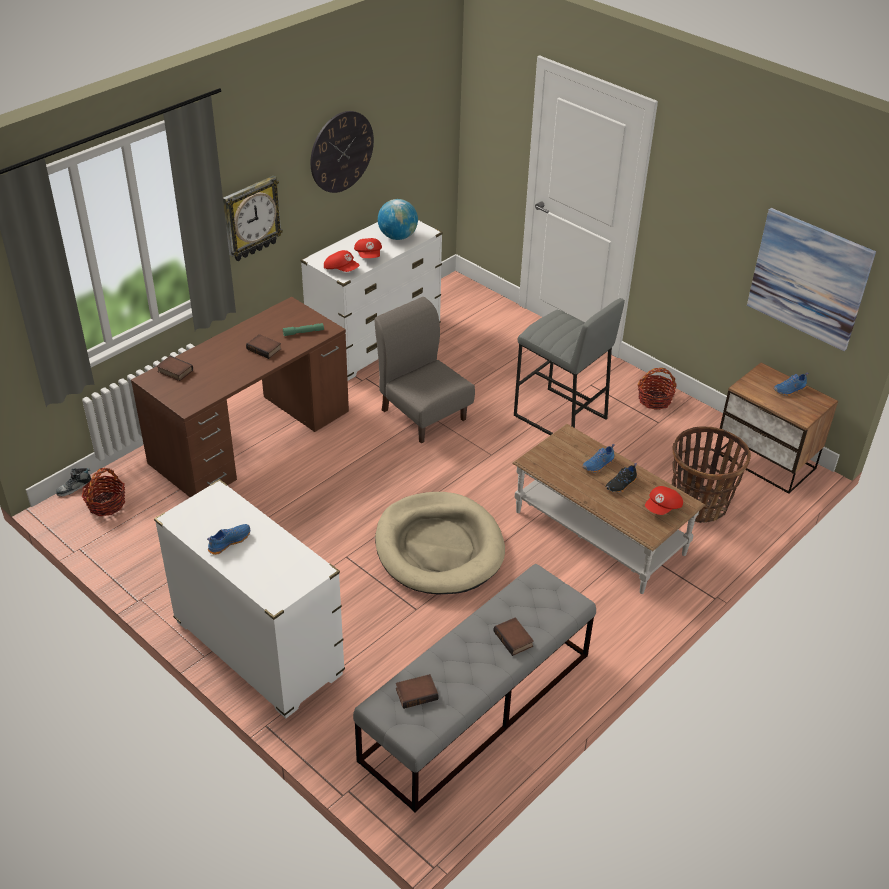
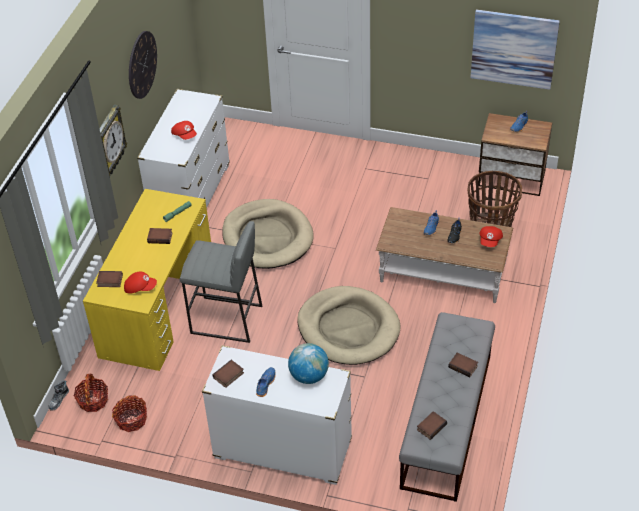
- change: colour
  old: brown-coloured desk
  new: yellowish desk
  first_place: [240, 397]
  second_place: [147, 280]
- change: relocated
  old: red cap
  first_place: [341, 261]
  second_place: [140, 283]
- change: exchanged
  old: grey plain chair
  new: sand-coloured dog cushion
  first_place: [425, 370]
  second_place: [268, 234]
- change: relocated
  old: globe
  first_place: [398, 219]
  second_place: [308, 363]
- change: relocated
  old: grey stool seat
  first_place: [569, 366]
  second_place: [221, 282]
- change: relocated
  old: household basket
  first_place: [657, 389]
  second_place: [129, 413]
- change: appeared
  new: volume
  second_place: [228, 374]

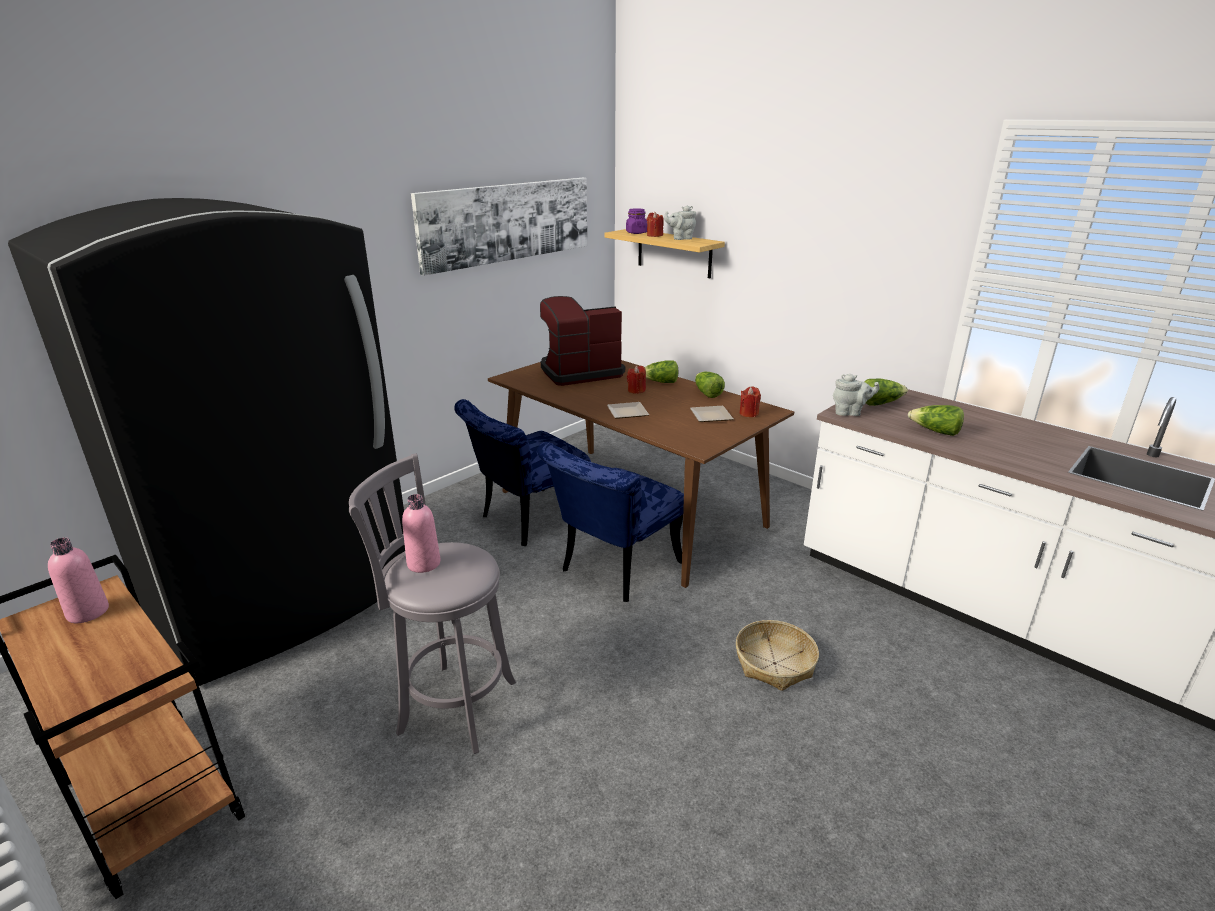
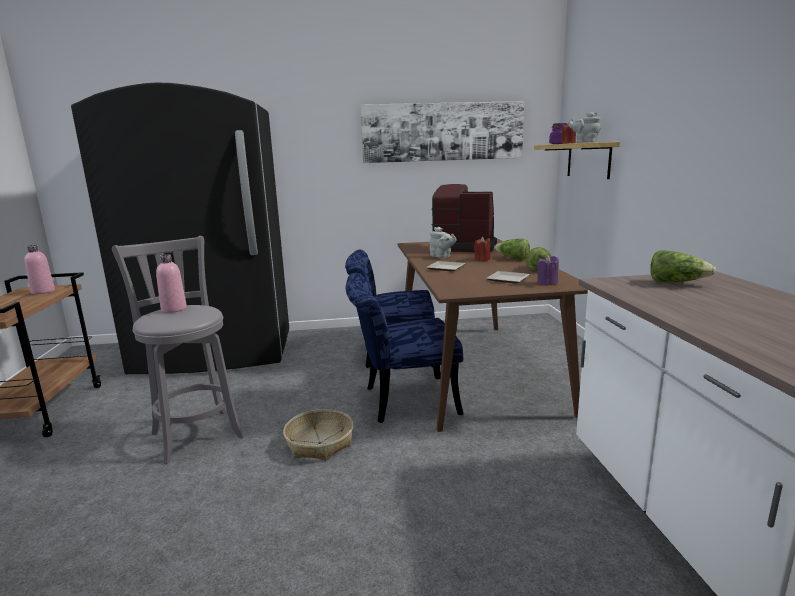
- change: relocated
  old: household basket
  first_place: [777, 655]
  second_place: [318, 435]
- change: colour
  old: red wax light
  new: purple wax light
  first_place: [750, 402]
  second_place: [547, 270]
- change: relocated
  old: grey pot for tea
  first_place: [856, 395]
  second_place: [442, 242]
- change: missing
  old: lettuce head
  first_place: [936, 420]

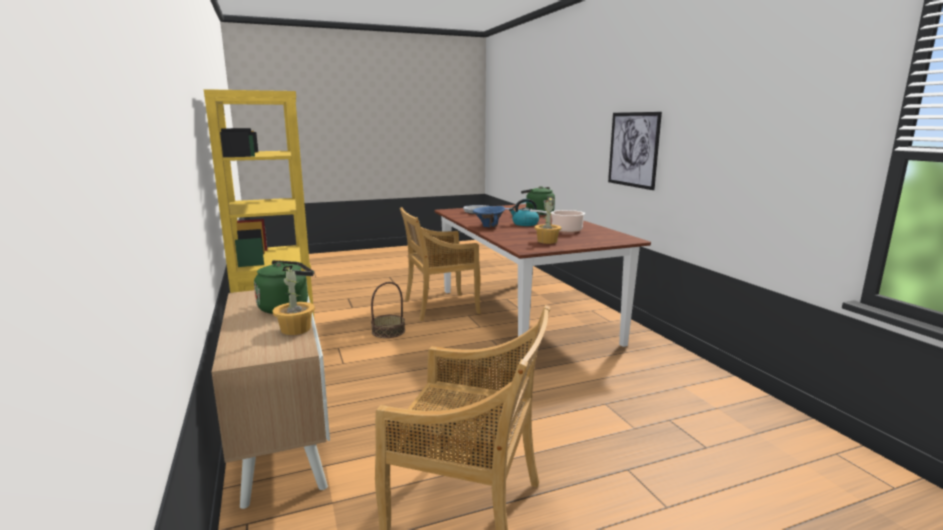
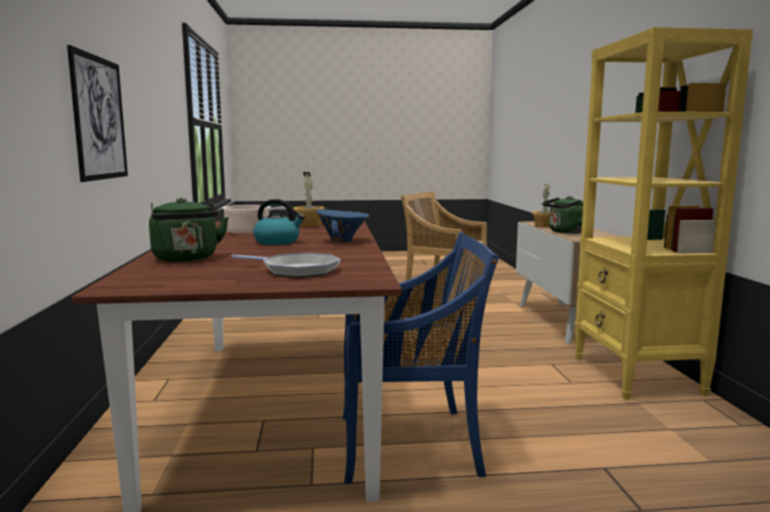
- change: missing
  old: household basket
  first_place: [388, 310]
- change: colour
  old: sand-coloured plain chair
  new: blue-coloured plain chair
  first_place: [440, 264]
  second_place: [421, 358]

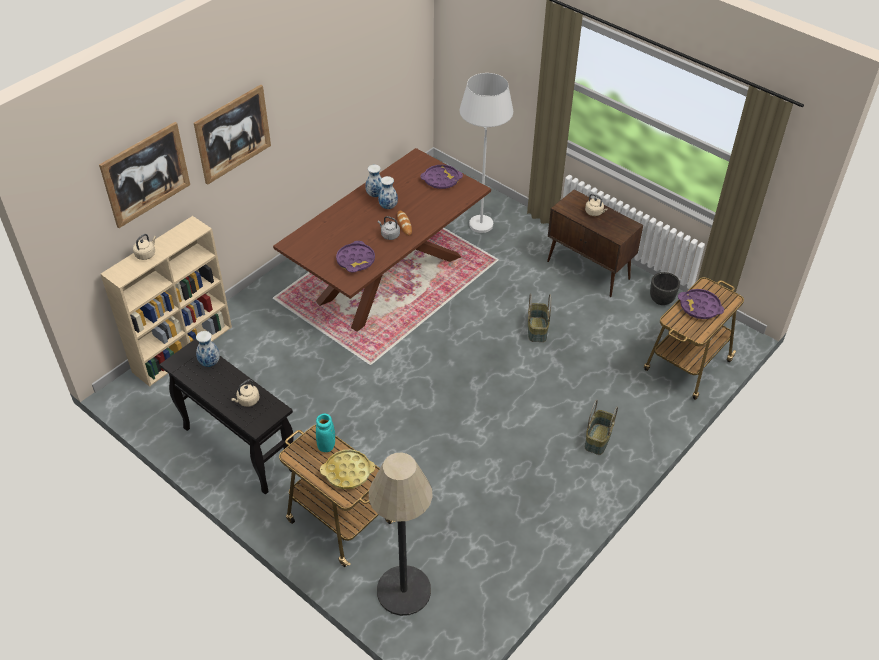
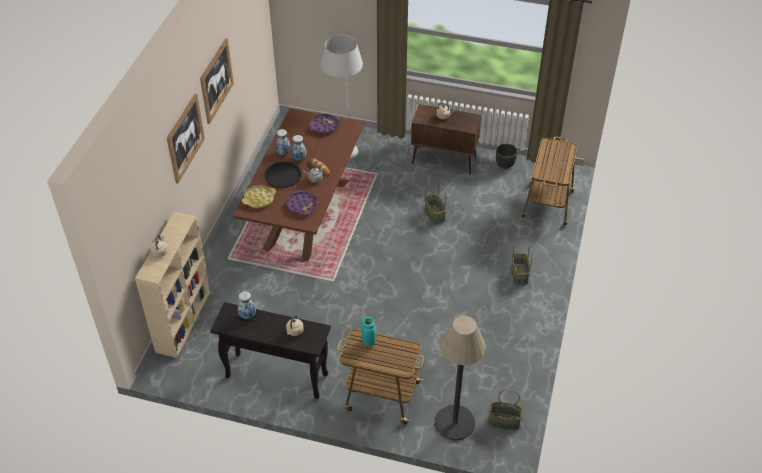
- change: relocated
  old: wall art
  first_place: [144, 175]
  second_place: [217, 81]
- change: relocated
  old: yellowish carrying tray
  first_place: [347, 469]
  second_place: [259, 196]
- change: missing
  old: purple carrying tray
  first_place: [701, 304]
- change: appeared
  new: blackish carrying tray
  second_place: [283, 175]
- change: appeared
  new: household basket
  second_place: [505, 410]

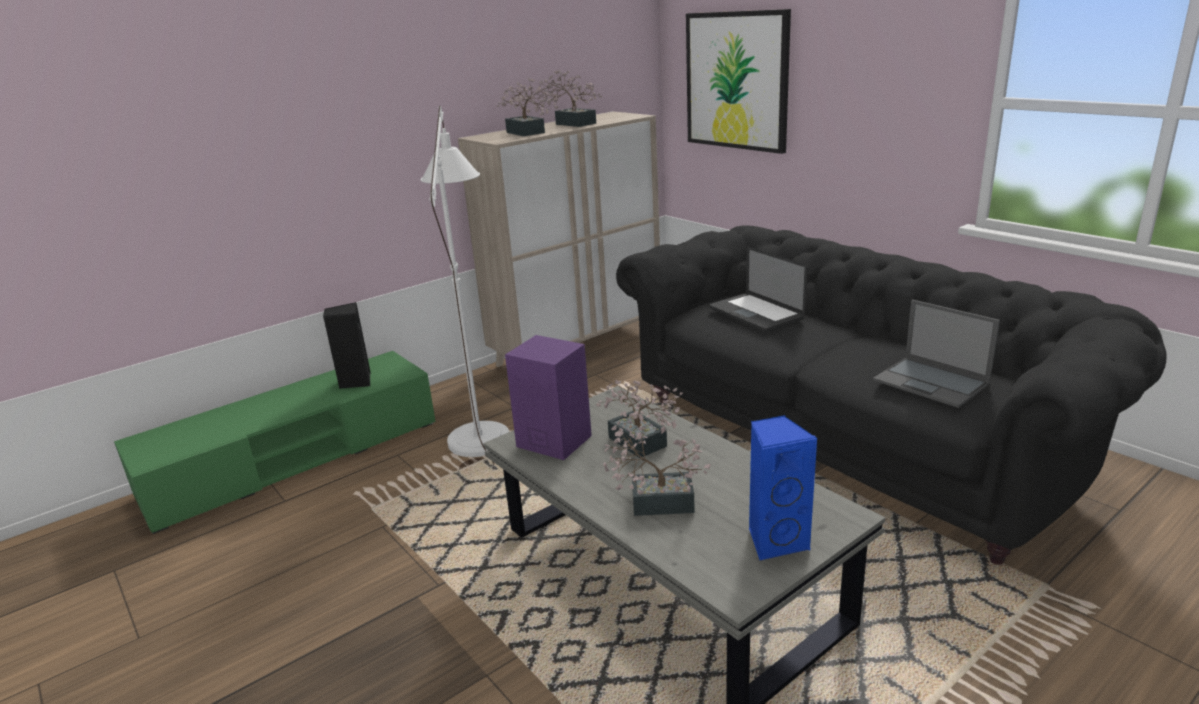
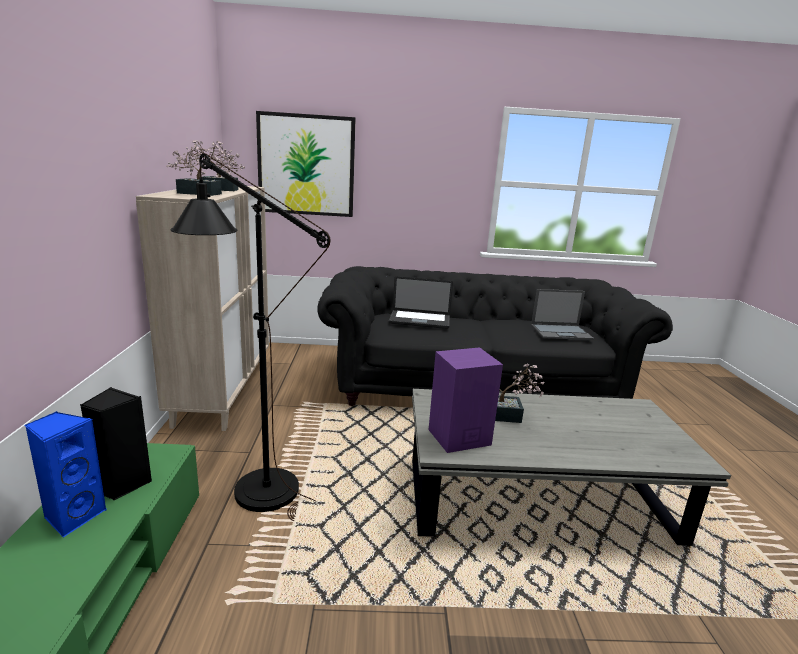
- change: colour
  old: white-coloured floor lamp
  new: blackish floor lamp
  first_place: [464, 288]
  second_place: [250, 337]
- change: missing
  old: plant in a pot
  first_place: [657, 468]
- change: relocated
  old: blue-coloured loudspeaker
  first_place: [783, 488]
  second_place: [65, 474]

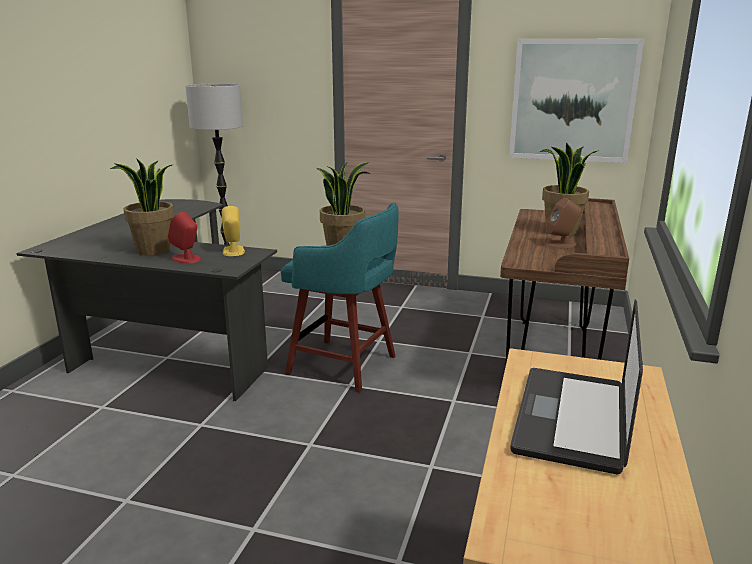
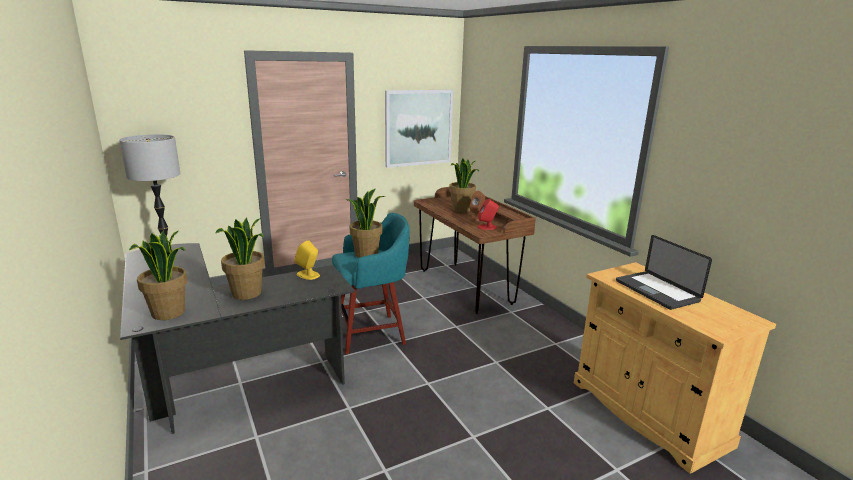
- change: relocated
  old: red loudspeaker
  first_place: [184, 238]
  second_place: [488, 214]
- change: appeared
  new: plant in a pot
  second_place: [158, 275]

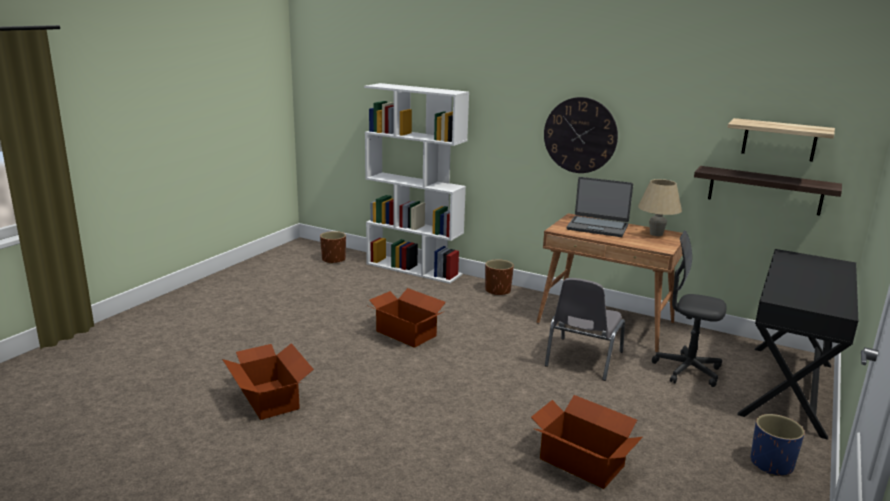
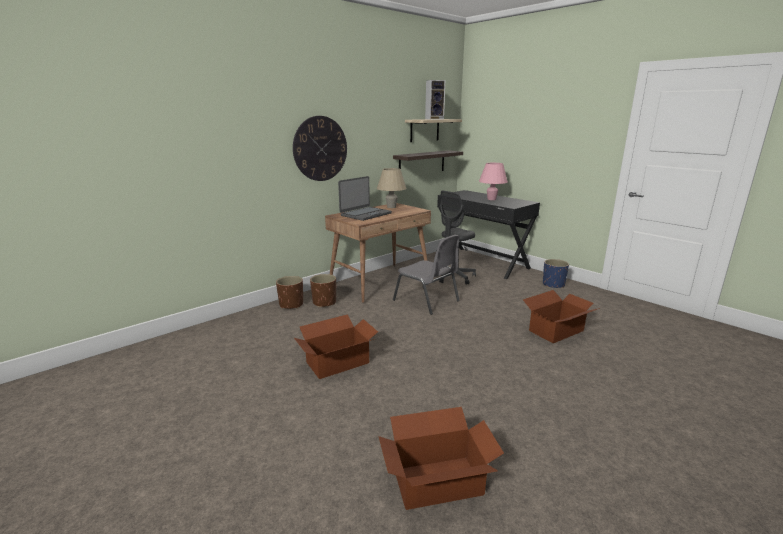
- change: relocated
  old: brown-coloured plant pot
  first_place: [333, 247]
  second_place: [323, 290]
- change: missing
  old: white-coloured bookshelf
  first_place: [416, 183]
- change: appeared
  new: loudspeaker
  second_place: [435, 99]
- change: appeared
  new: pink tabletop lamp
  second_place: [493, 181]

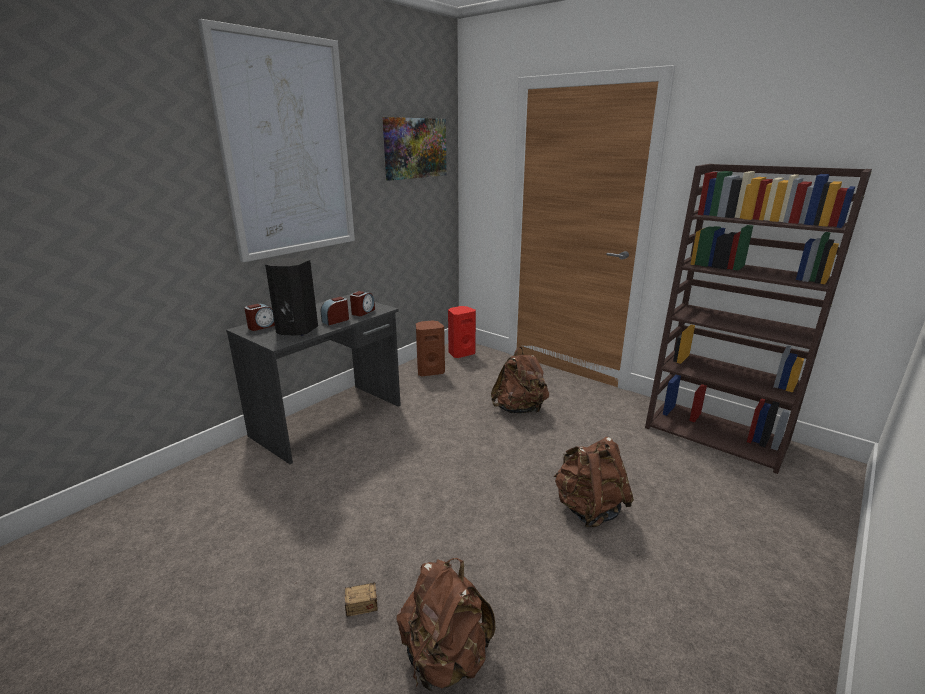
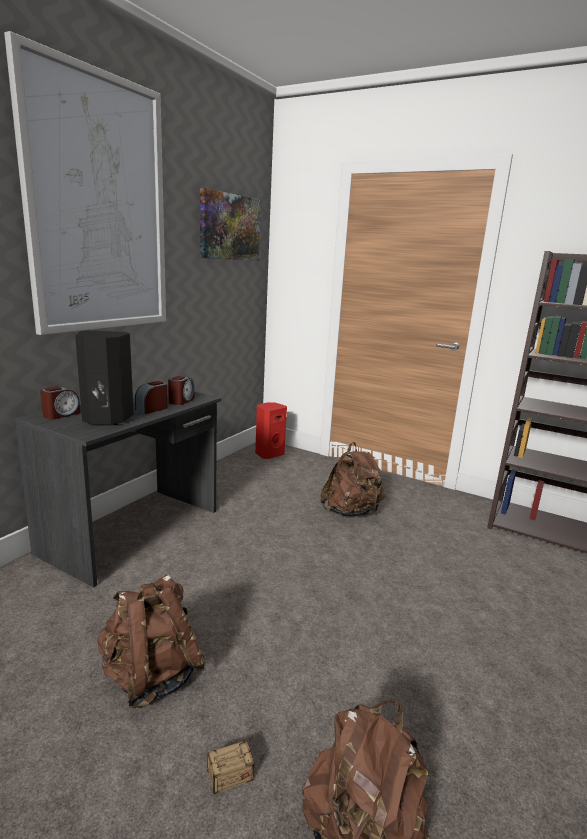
- change: missing
  old: brown-coloured loudspeaker
  first_place: [430, 348]
- change: relocated
  old: brown-coloured knapsack
  first_place: [594, 482]
  second_place: [152, 642]

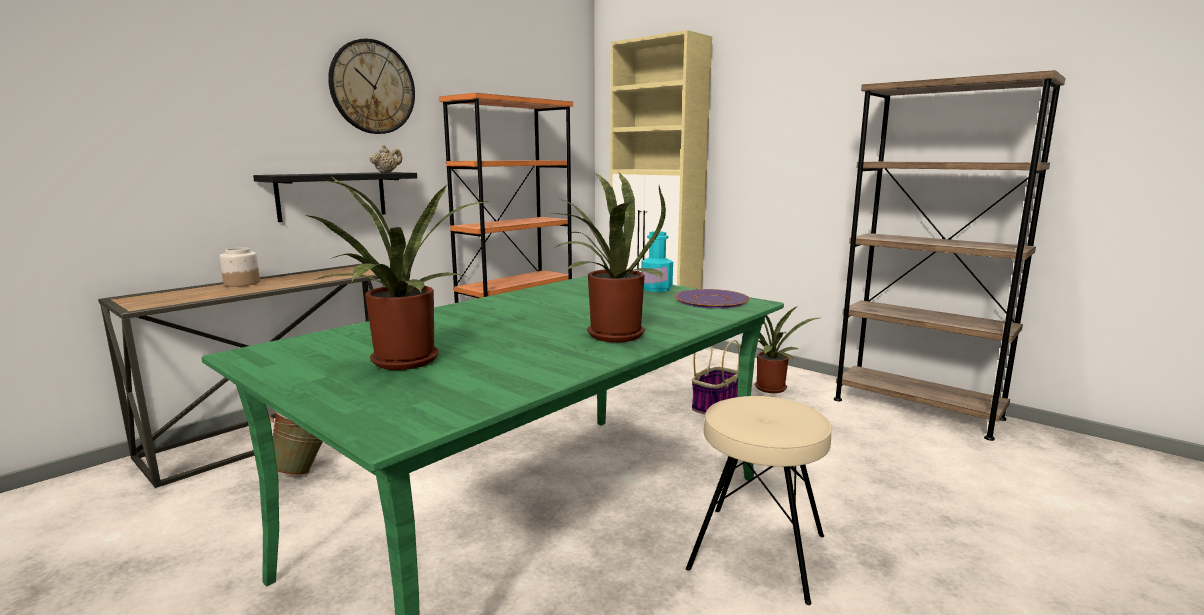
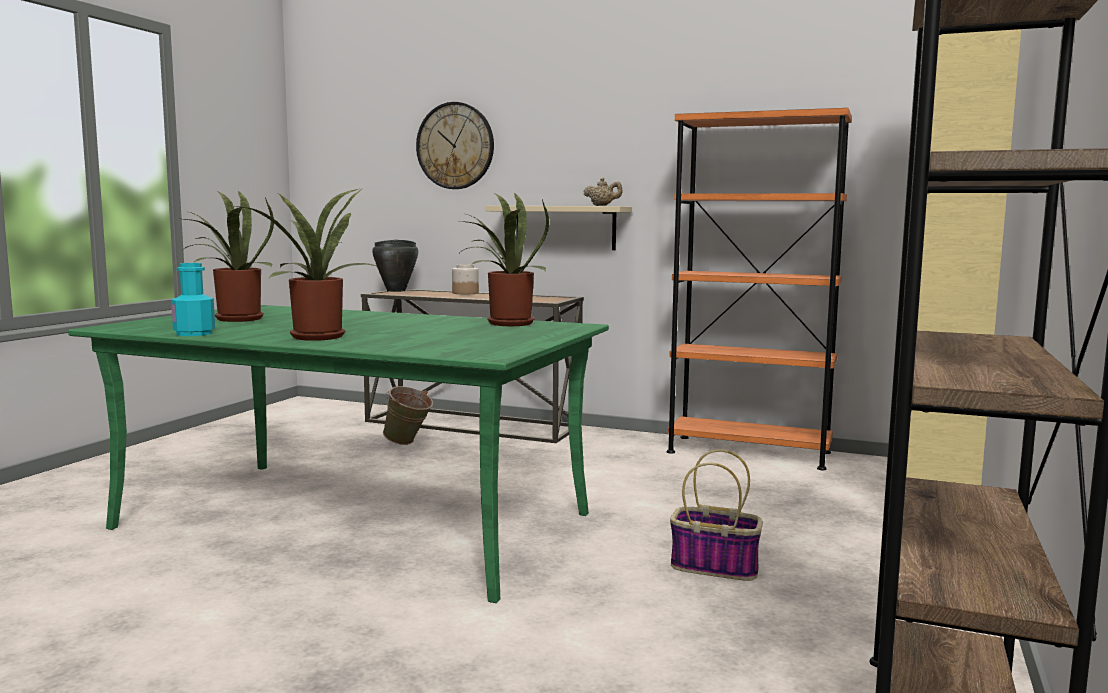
- change: colour
  old: blackish bracket shelf
  new: sand-coloured bracket shelf
  first_place: [335, 197]
  second_place: [559, 228]
- change: relocated
  old: hanging clock
  first_place: [371, 86]
  second_place: [455, 145]
- change: relocated
  old: blue-green drink bottle
  first_place: [657, 261]
  second_place: [193, 299]
- change: missing
  old: purple flat dish
  first_place: [712, 299]
- change: missing
  old: sand-coloured stool seat
  first_place: [759, 500]
- change: relocated
  old: plant in a pot
  first_place: [776, 349]
  second_place: [505, 259]
- change: appeared
  new: blackish cooking pot
  second_place: [395, 266]

